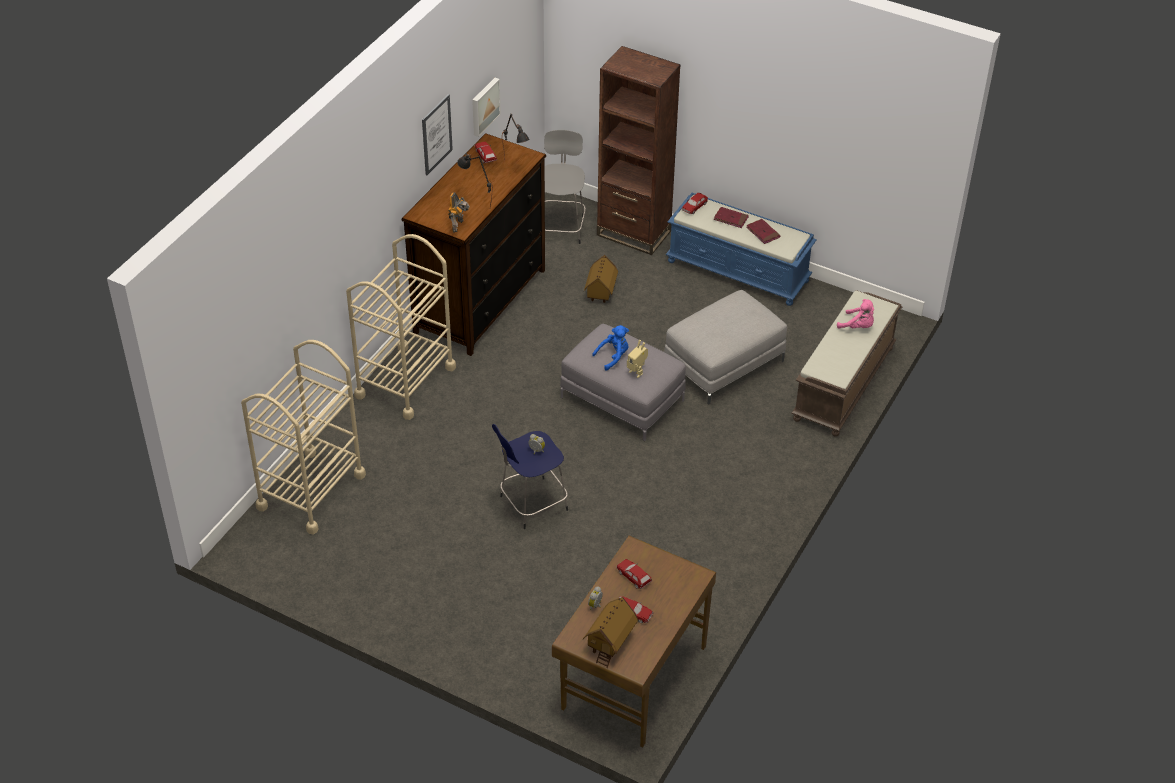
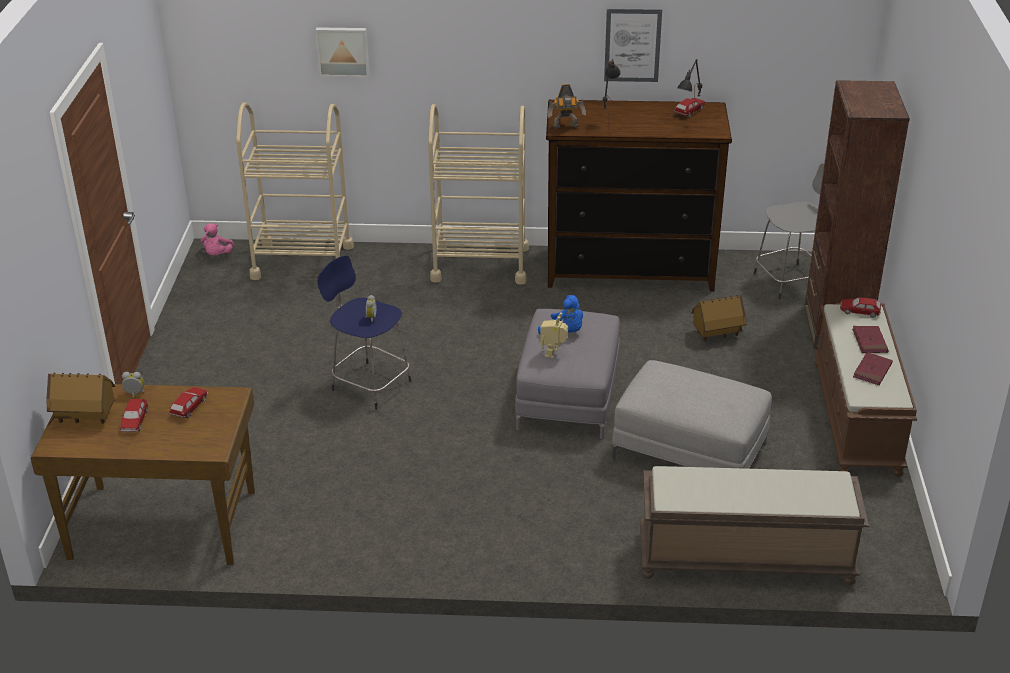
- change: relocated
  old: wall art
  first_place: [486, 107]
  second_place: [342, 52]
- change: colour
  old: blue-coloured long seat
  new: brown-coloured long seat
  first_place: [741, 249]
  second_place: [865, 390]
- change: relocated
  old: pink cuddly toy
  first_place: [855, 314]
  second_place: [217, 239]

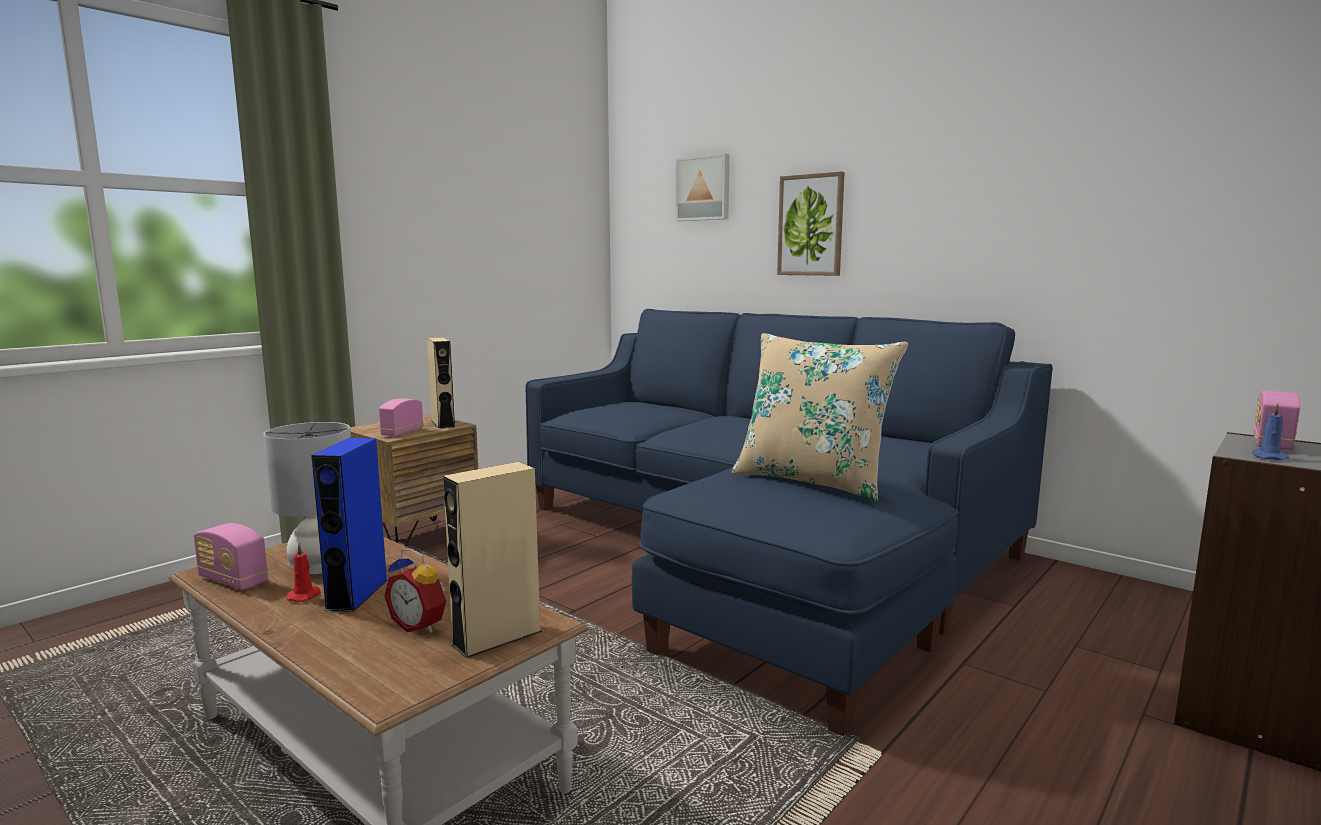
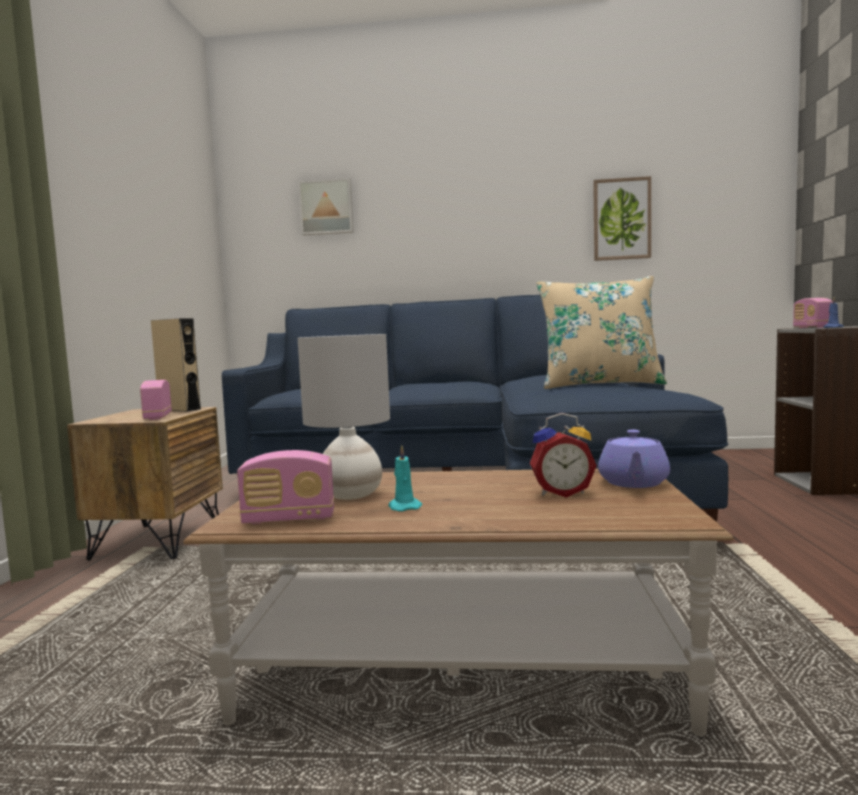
- change: colour
  old: red wax light
  new: blue-green wax light
  first_place: [303, 572]
  second_place: [405, 478]
- change: missing
  old: blue-coloured loudspeaker
  first_place: [349, 525]
- change: exchanged
  old: sand-coloured loudspeaker
  new: purple pot for tea
  first_place: [492, 560]
  second_place: [634, 459]
- change: relocated
  old: wall art
  first_place: [811, 224]
  second_place: [622, 218]

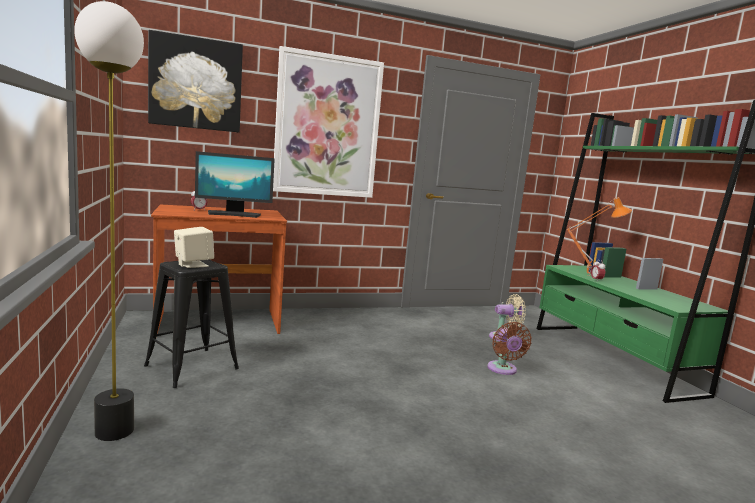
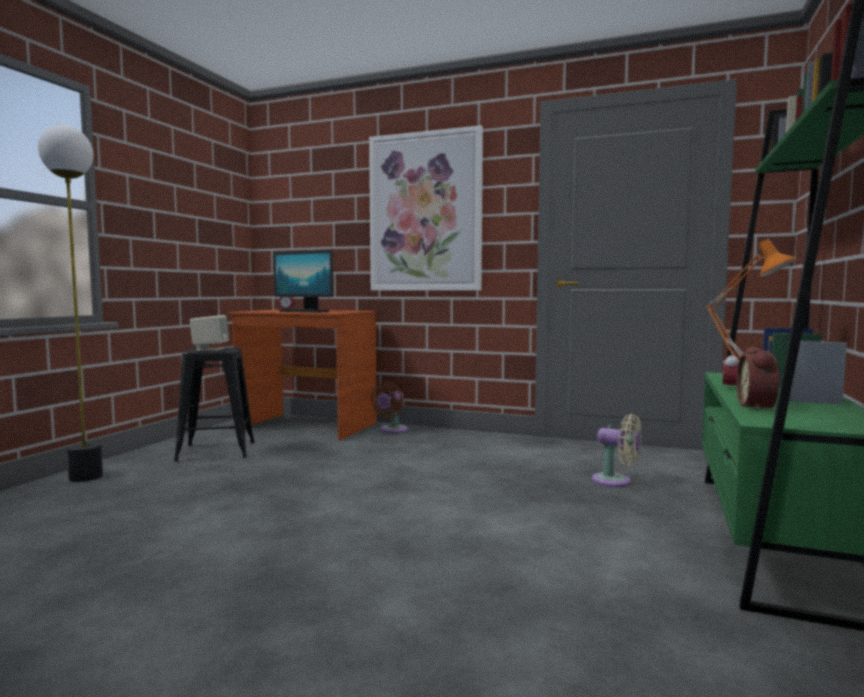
- change: missing
  old: wall art
  first_place: [195, 81]
- change: relocated
  old: brown-coloured electric fan
  first_place: [509, 348]
  second_place: [389, 407]
- change: appeared
  new: table clock
  second_place: [758, 379]

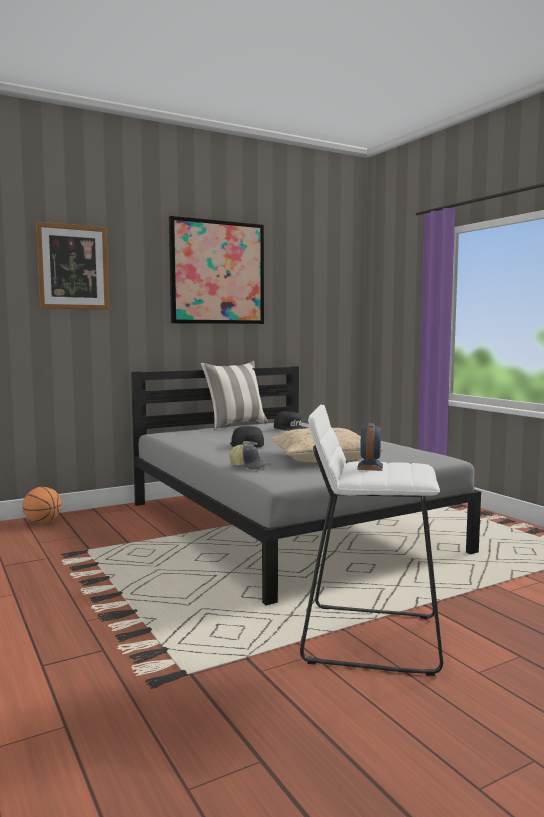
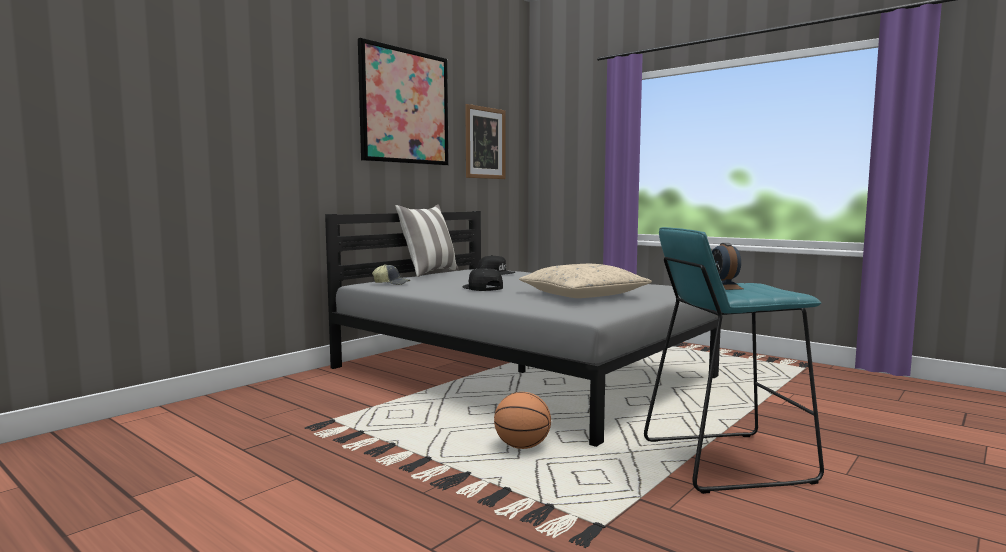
- change: relocated
  old: ball for basketball
  first_place: [42, 505]
  second_place: [522, 420]
- change: relocated
  old: wall art
  first_place: [72, 266]
  second_place: [485, 141]
- change: relocated
  old: cap
  first_place: [249, 456]
  second_place: [391, 274]
- change: colour
  old: white-coloured stool seat
  new: blue-green stool seat
  first_place: [371, 540]
  second_place: [734, 360]

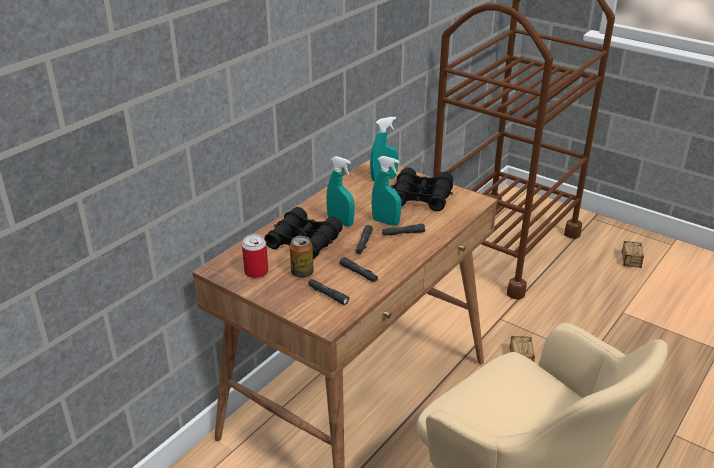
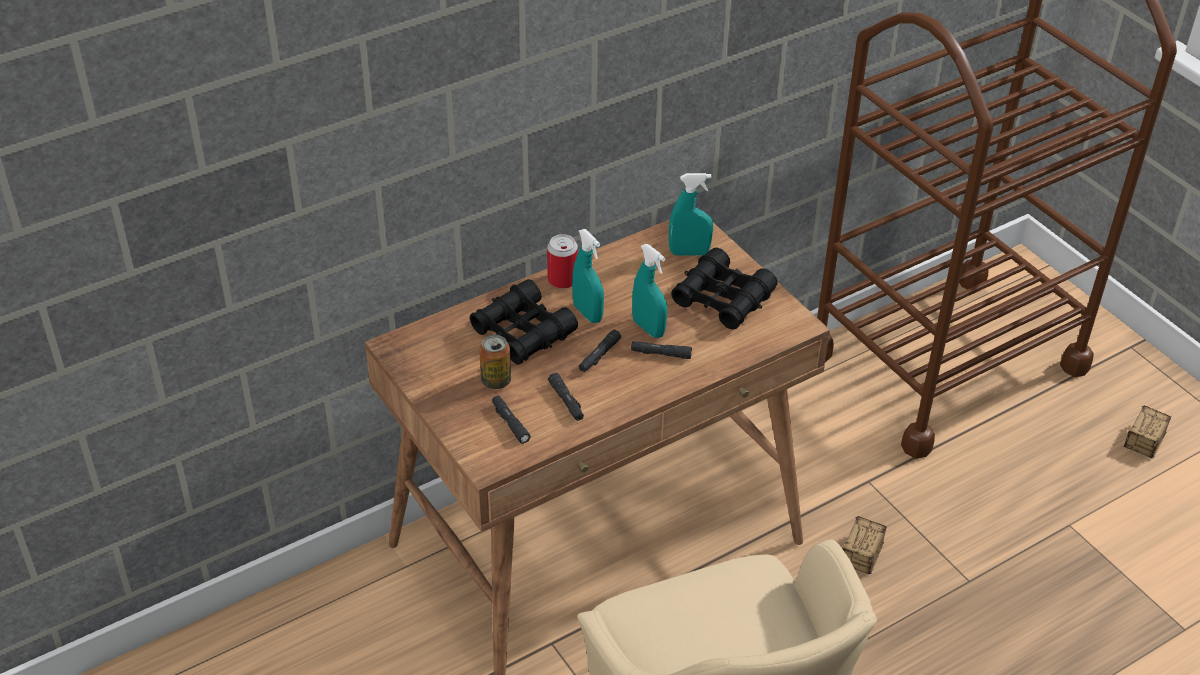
- change: relocated
  old: metal can
  first_place: [255, 256]
  second_place: [562, 261]

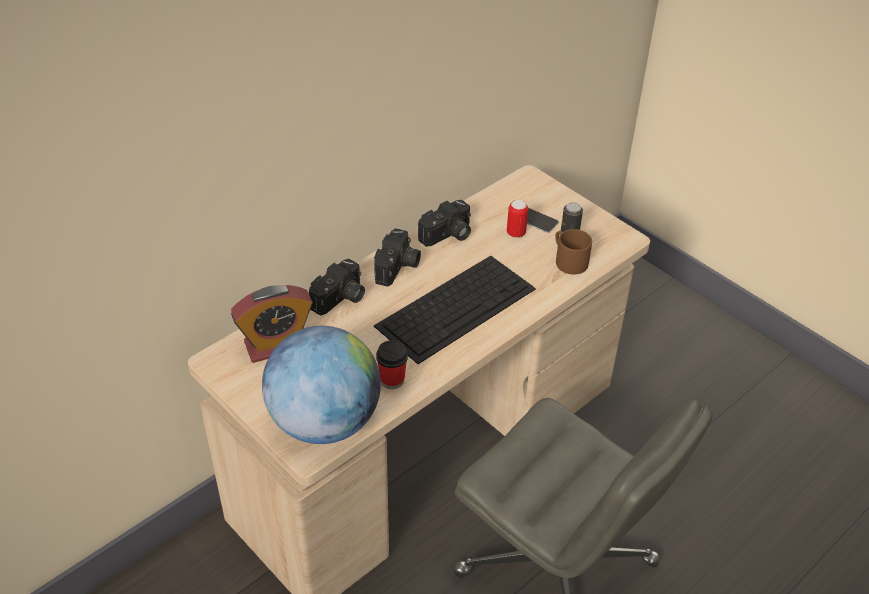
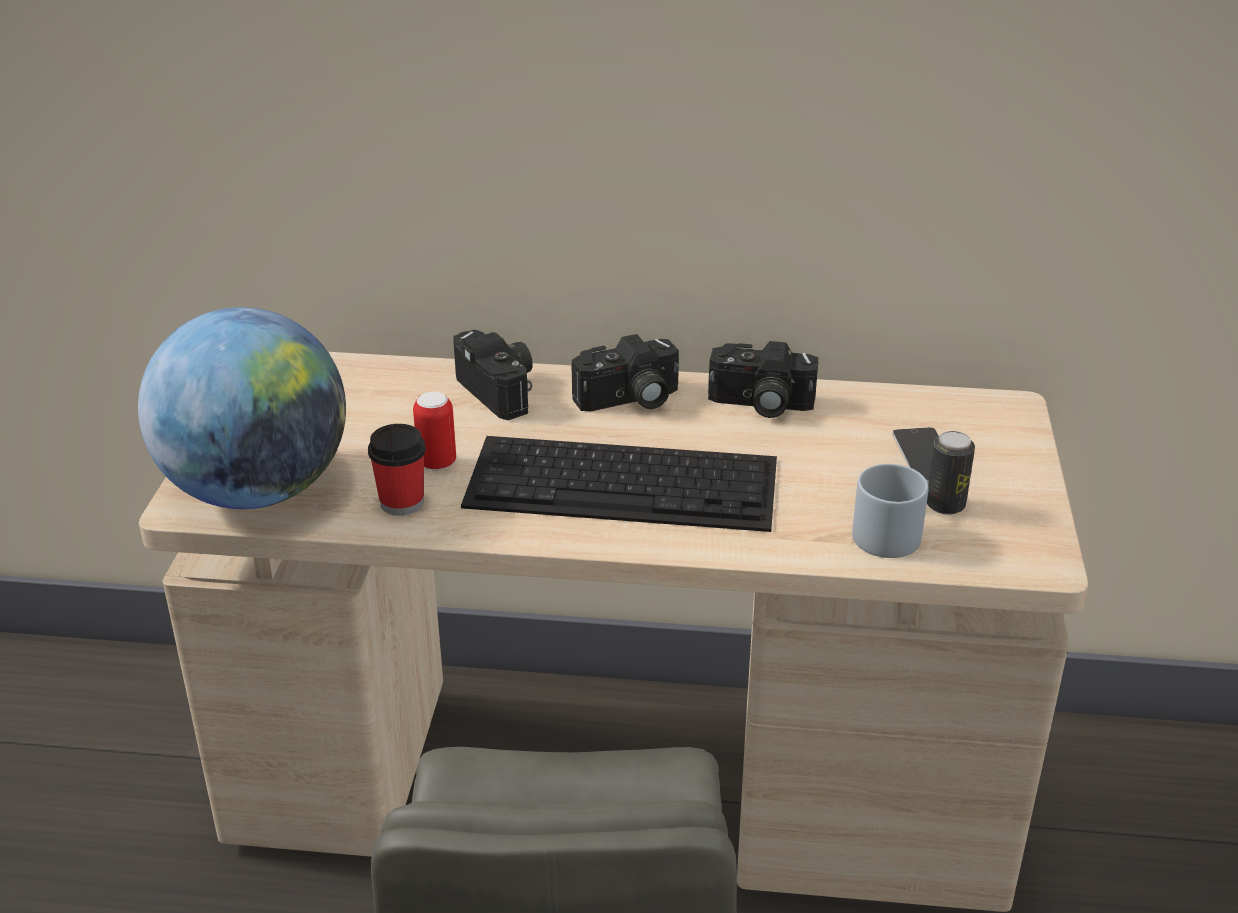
- change: missing
  old: table clock
  first_place: [272, 324]
- change: spun
  old: photo camera
  first_place: [337, 287]
  second_place: [493, 374]
  degrees: -120
- change: relocated
  old: metal can
  first_place: [517, 219]
  second_place: [434, 431]
- change: colour
  old: brown-coloured coffee mug
  new: grey coffee mug
  first_place: [573, 252]
  second_place: [890, 511]

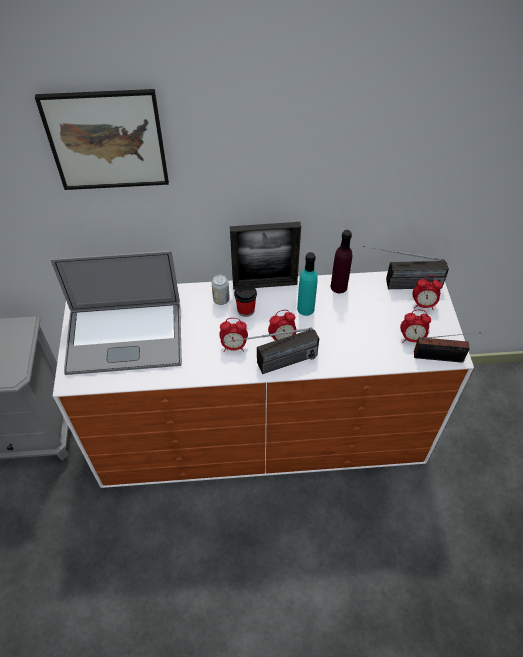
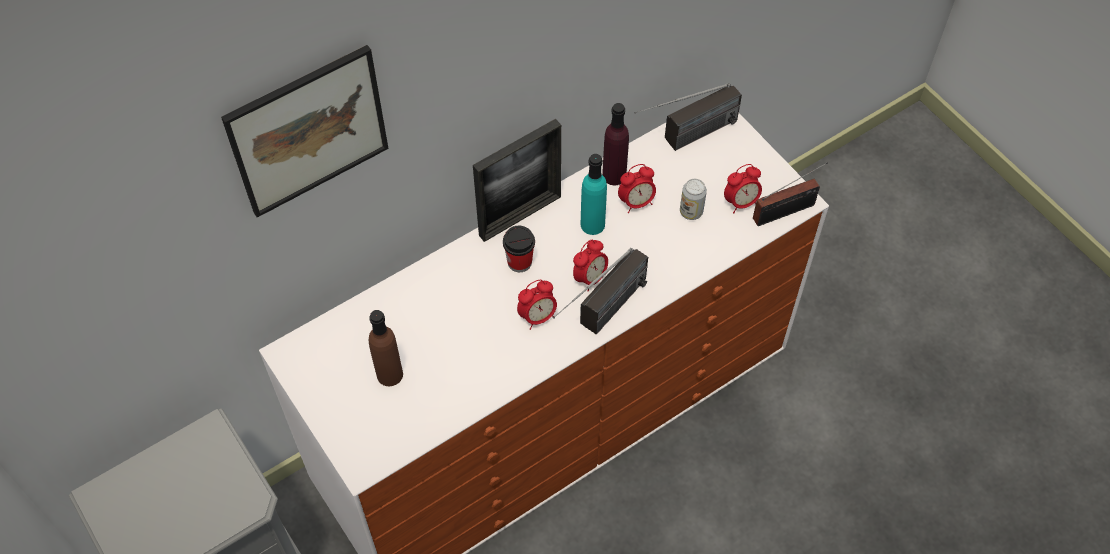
- change: exchanged
  old: laptop
  new: brown-coloured drink bottle
  first_place: [116, 313]
  second_place: [386, 348]
- change: relocated
  old: metal can
  first_place: [221, 290]
  second_place: [693, 199]
- change: relocated
  old: table clock
  first_place: [427, 293]
  second_place: [637, 188]

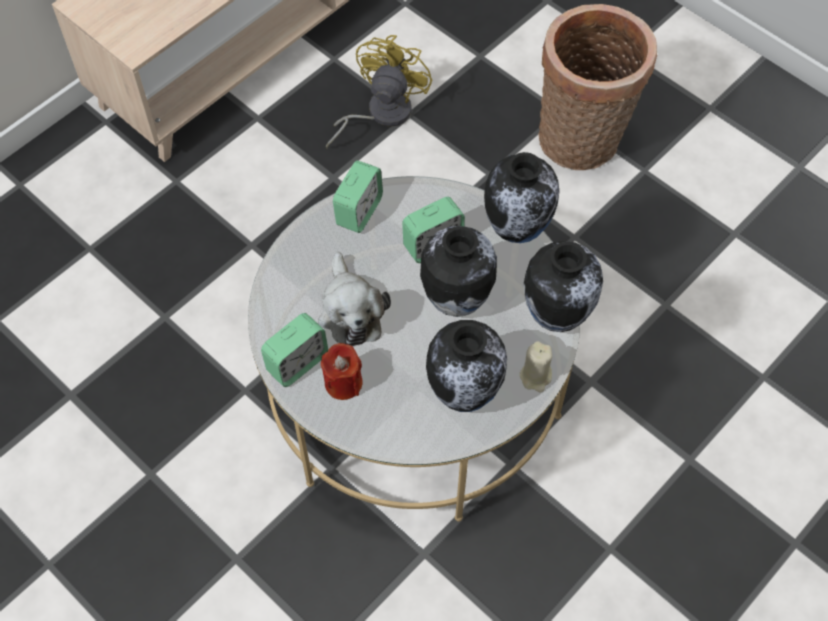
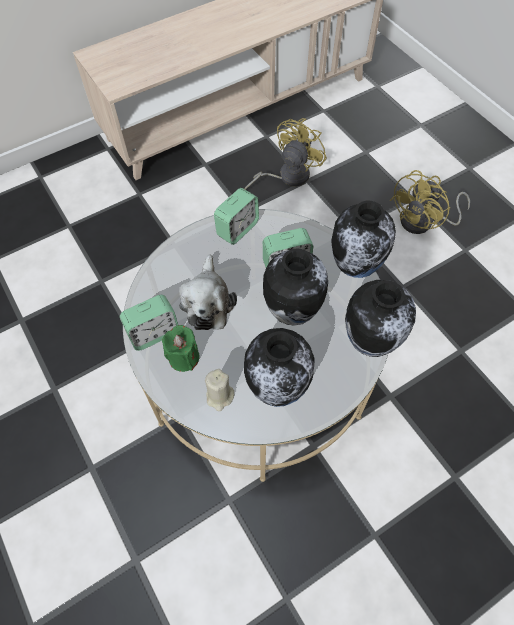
- change: colour
  old: red wax light
  new: green wax light
  first_place: [341, 371]
  second_place: [181, 348]
- change: relocated
  old: sand-coloured wax light
  first_place: [535, 366]
  second_place: [219, 390]
- change: exchanged
  old: household basket
  new: yellowish electric fan
  first_place: [597, 87]
  second_place: [430, 202]

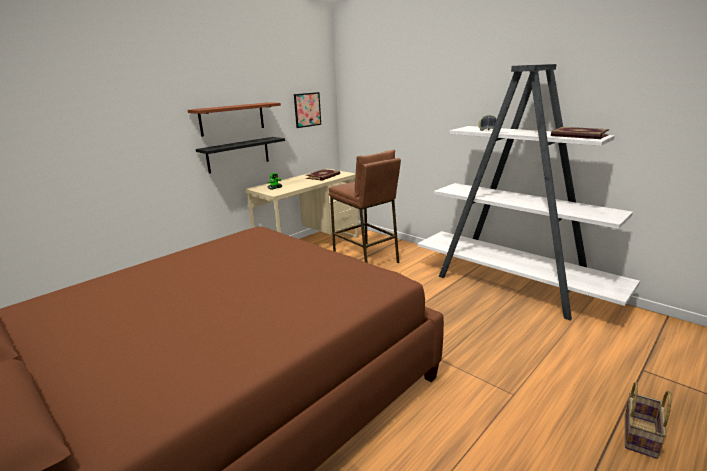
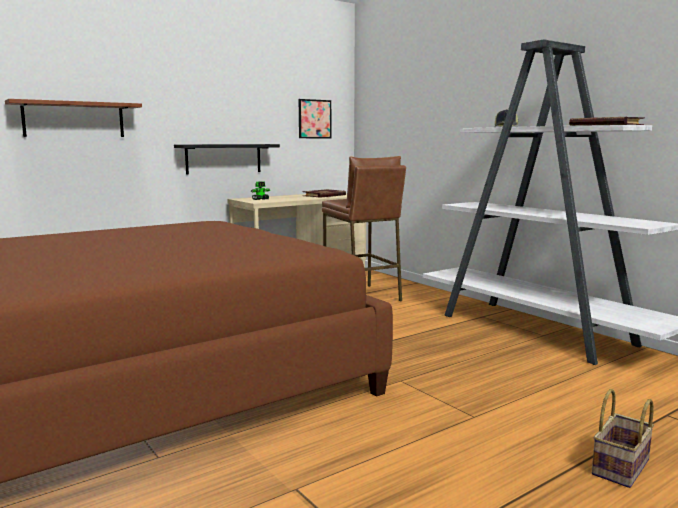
- change: relocated
  old: brown-coloured bracket shelf
  first_place: [234, 119]
  second_place: [73, 118]

